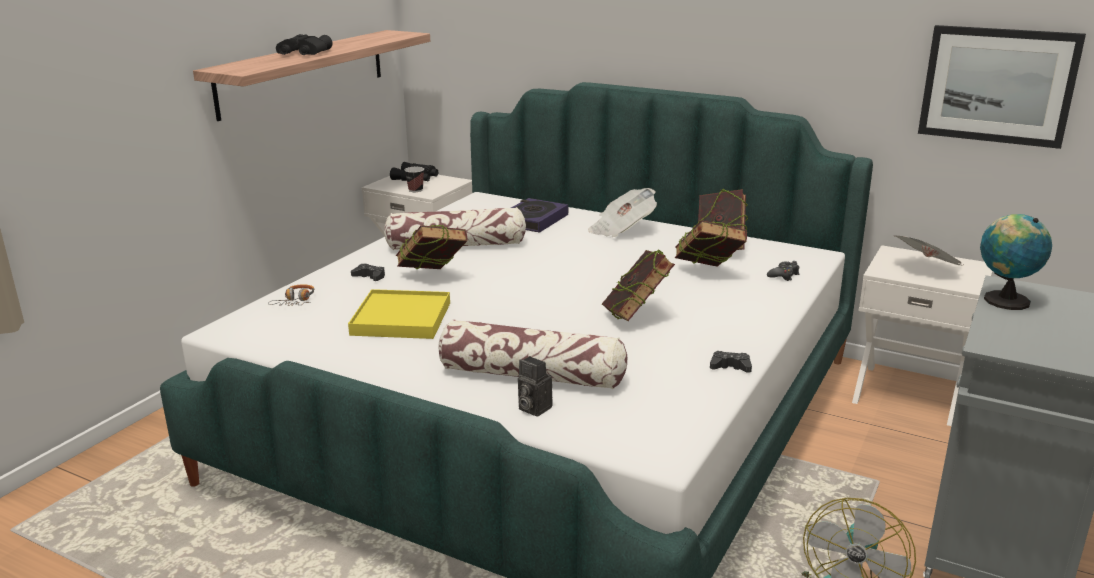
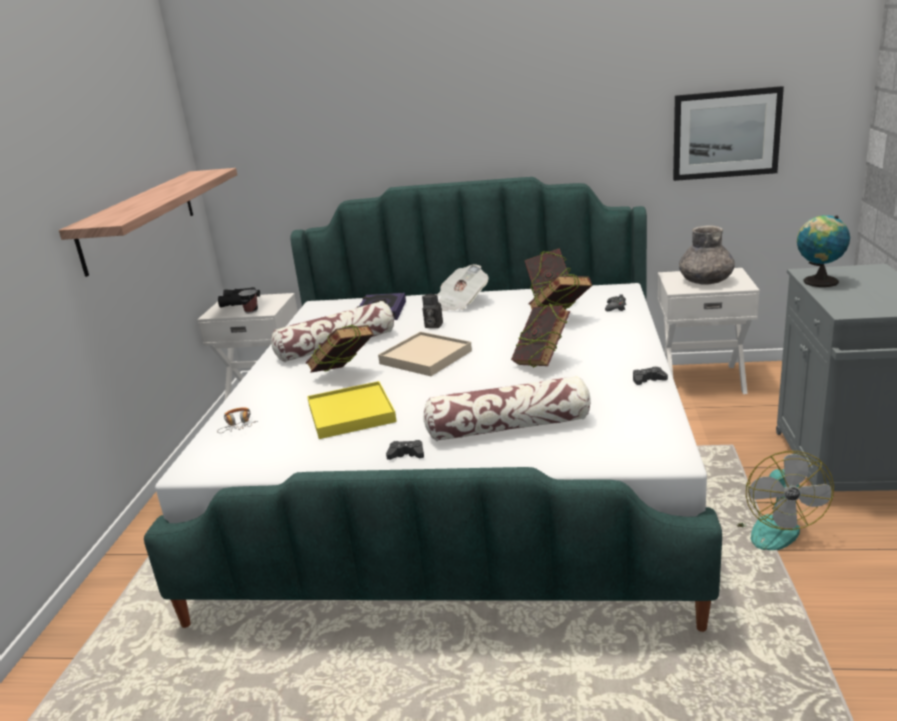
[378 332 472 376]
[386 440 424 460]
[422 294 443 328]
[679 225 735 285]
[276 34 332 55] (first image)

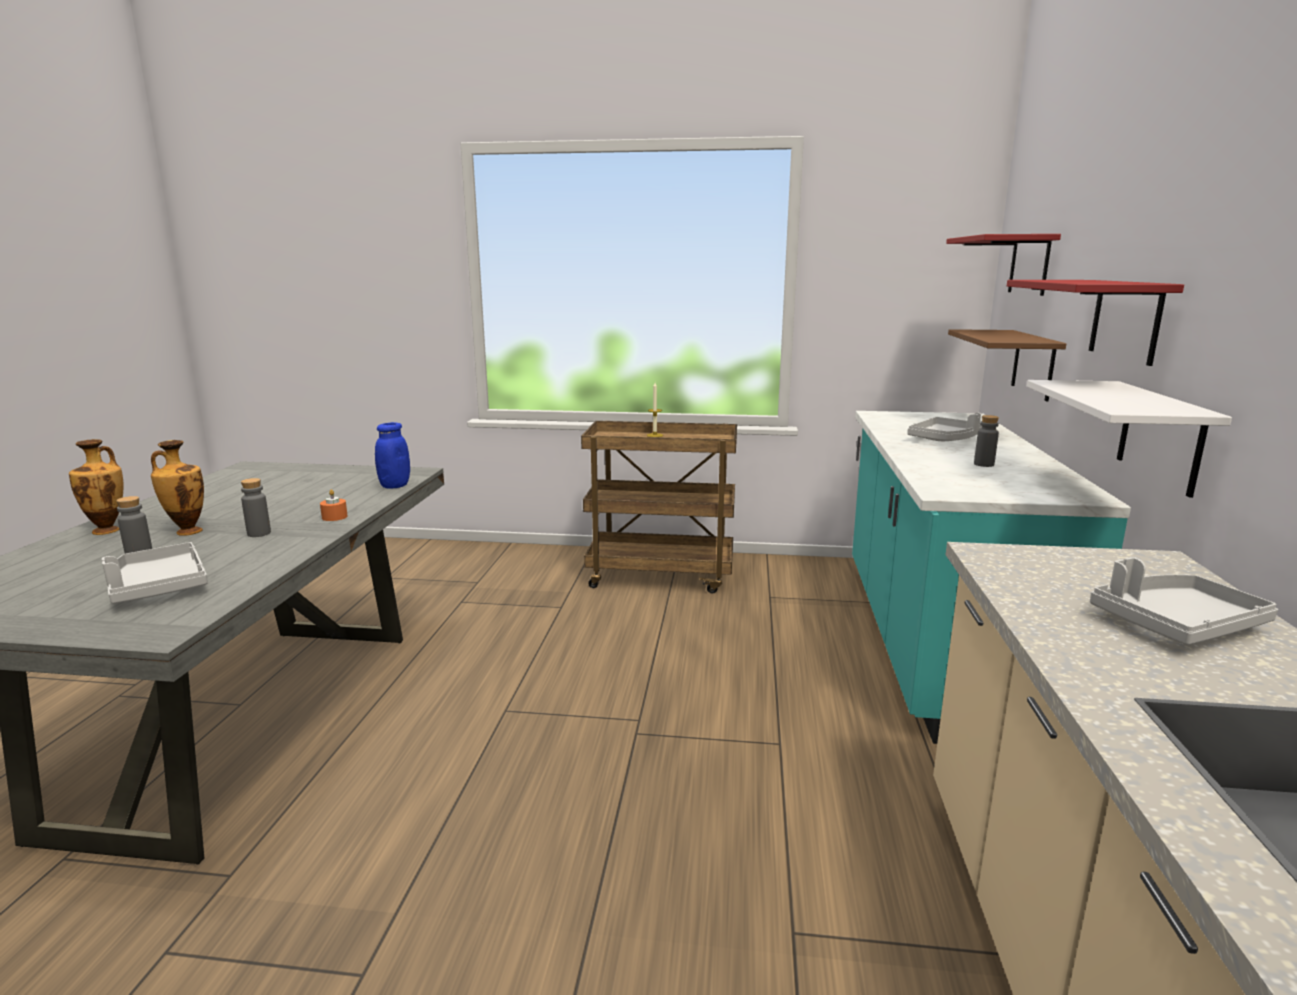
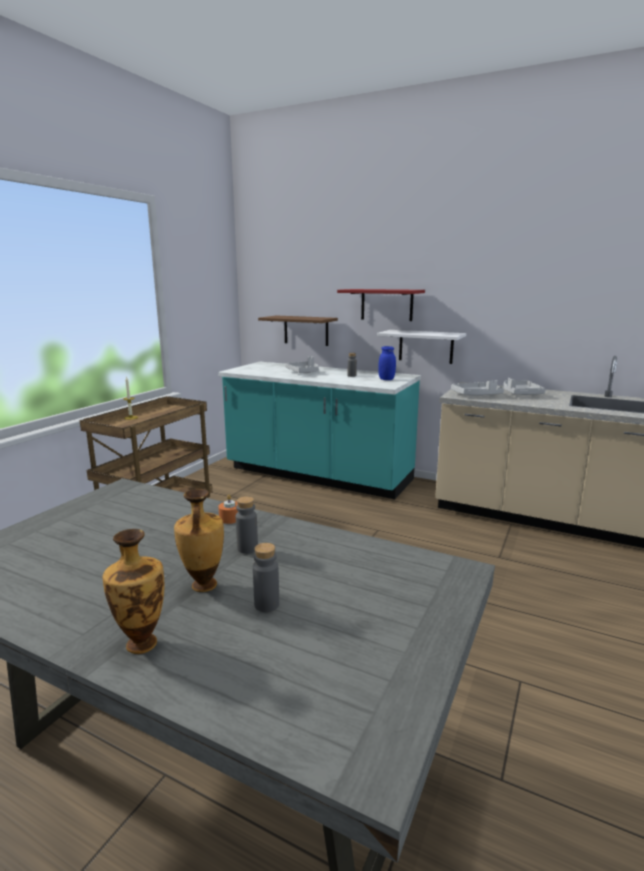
[378 346 396 380]
[451 380 504 396]
[946 234 1061 296] (first image)

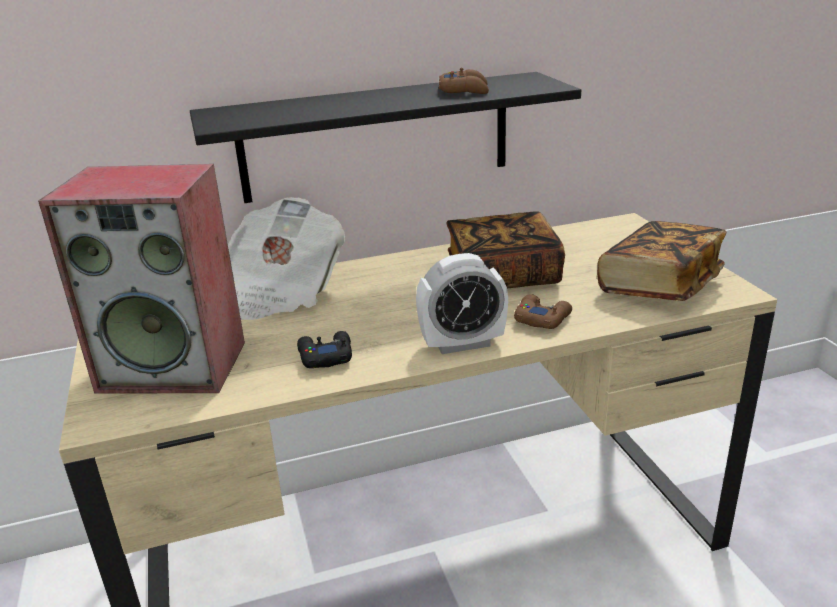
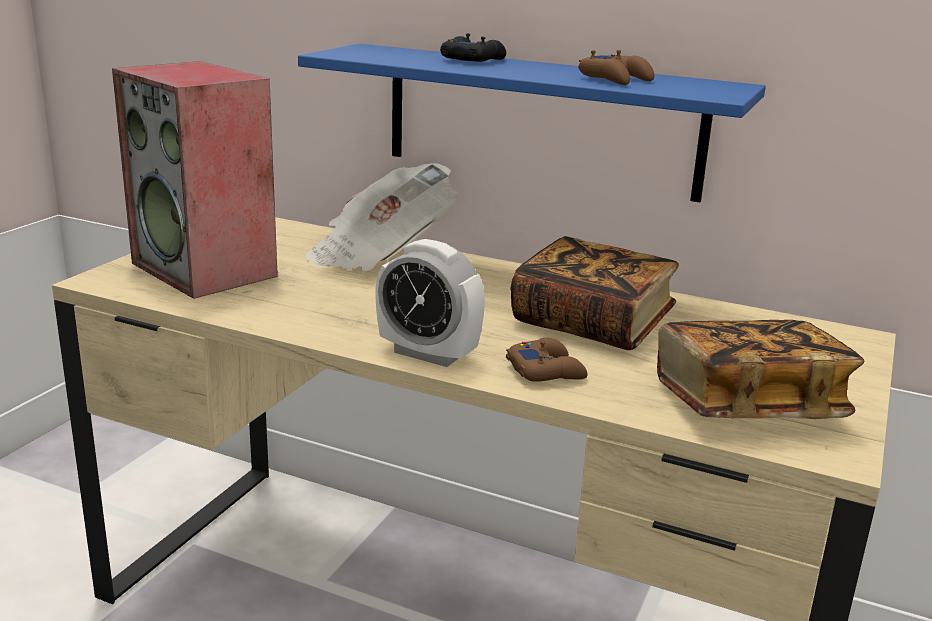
[298 44 766 202]
[440 34 506 62]

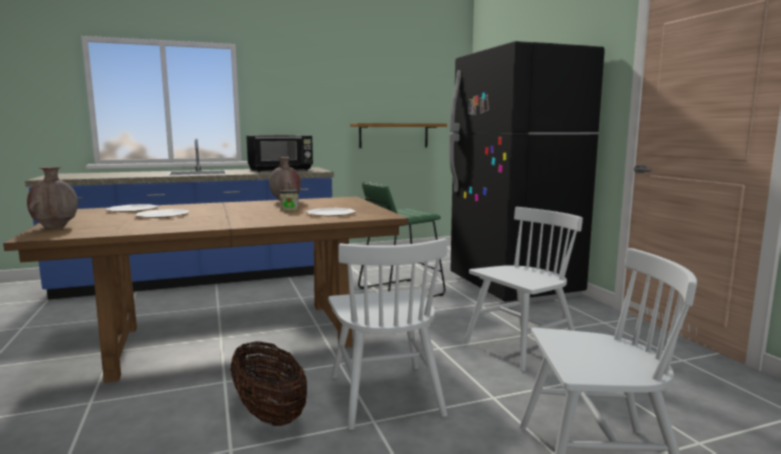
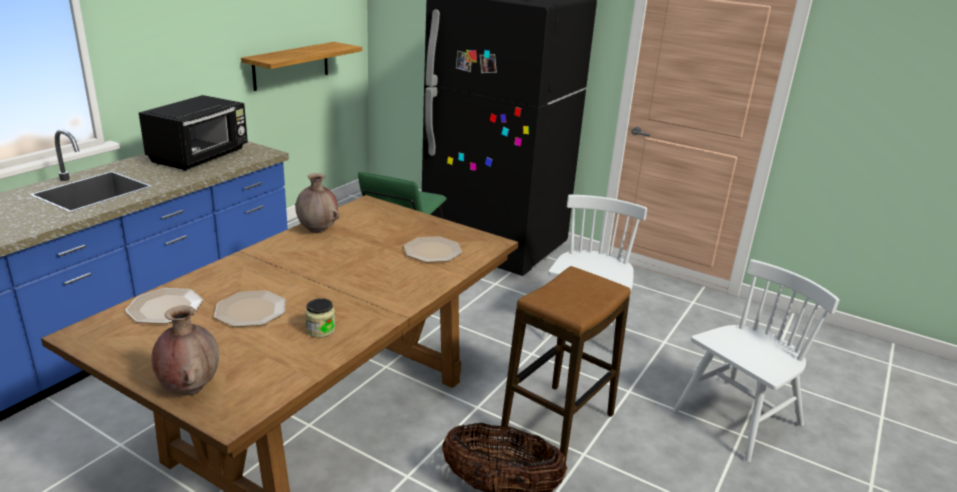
[305 298 335 338]
[500 266 631 461]

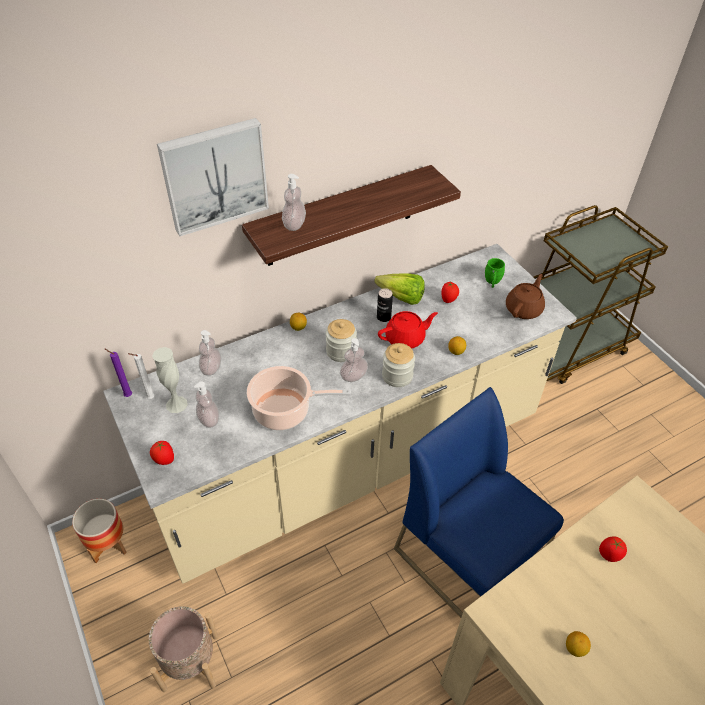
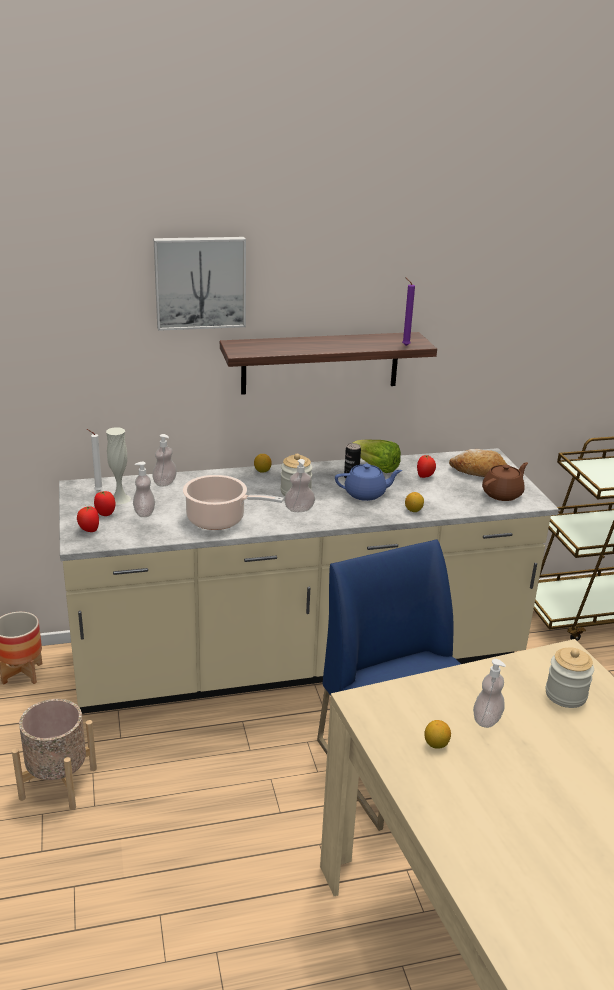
[94 491 115 516]
[335 464 402 501]
[402 277 415 346]
[449 449 507 477]
[473 659 506 728]
[546 648 594 708]

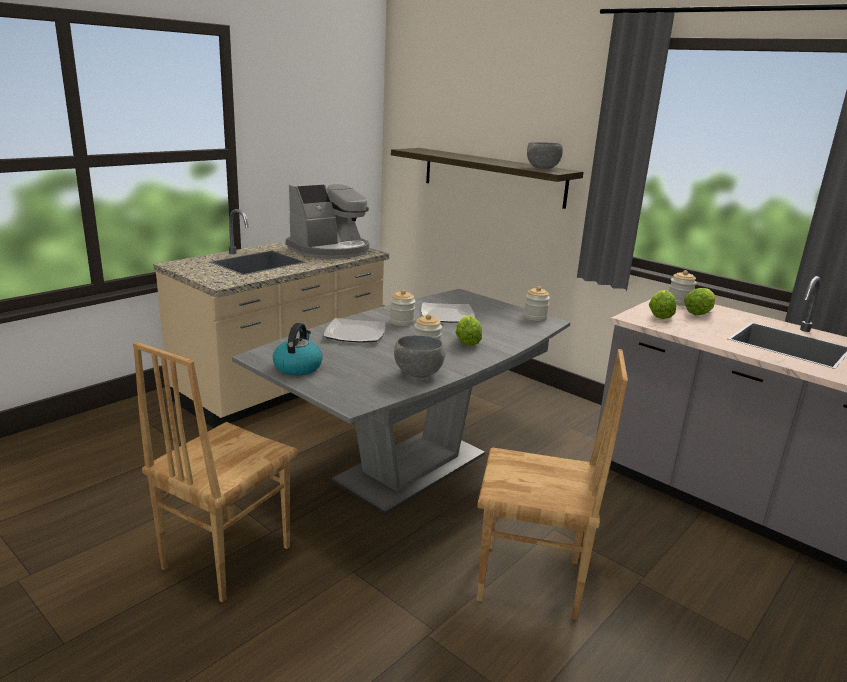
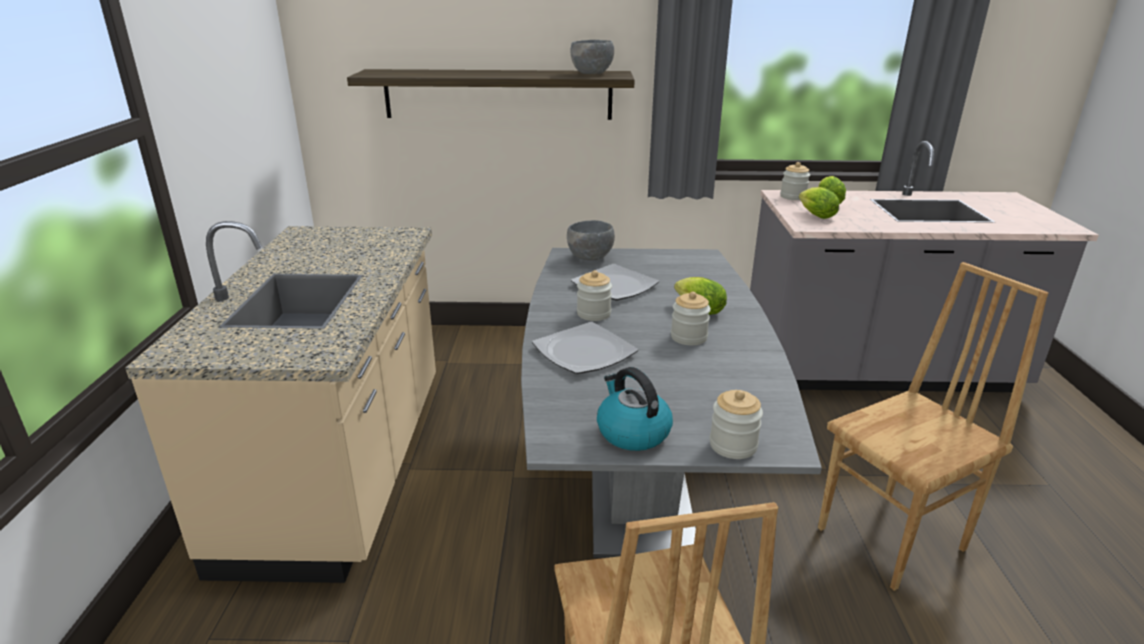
[567 220 615 260]
[710 390 763 459]
[286 182 369 259] (first image)

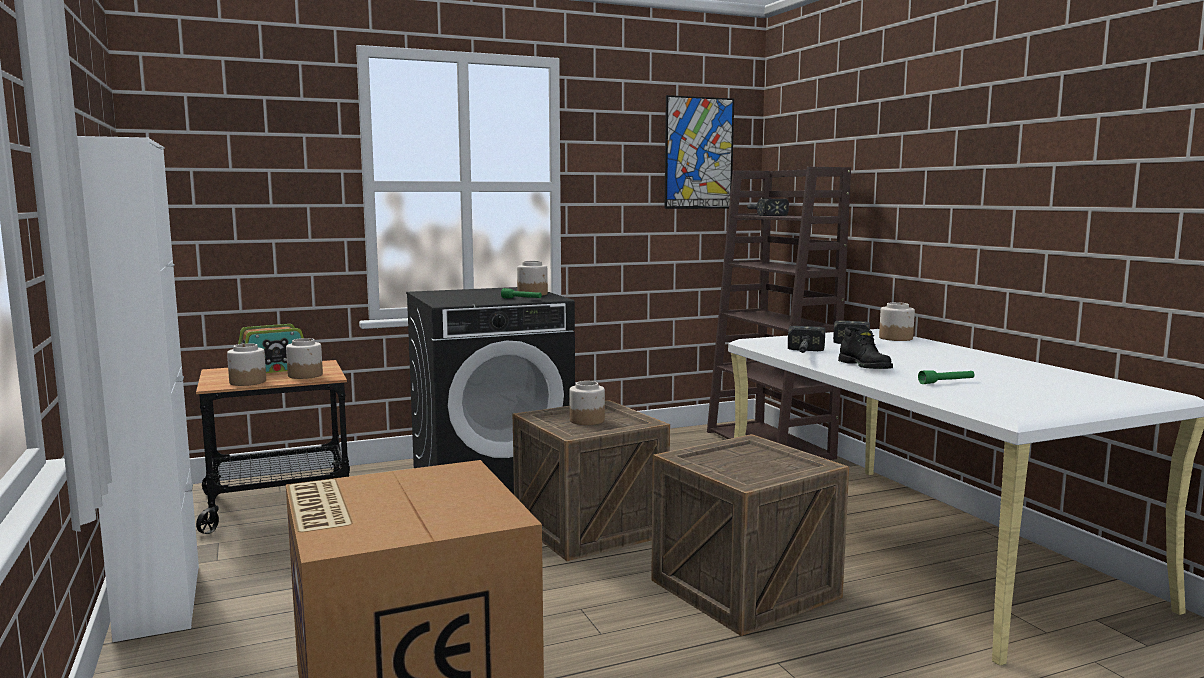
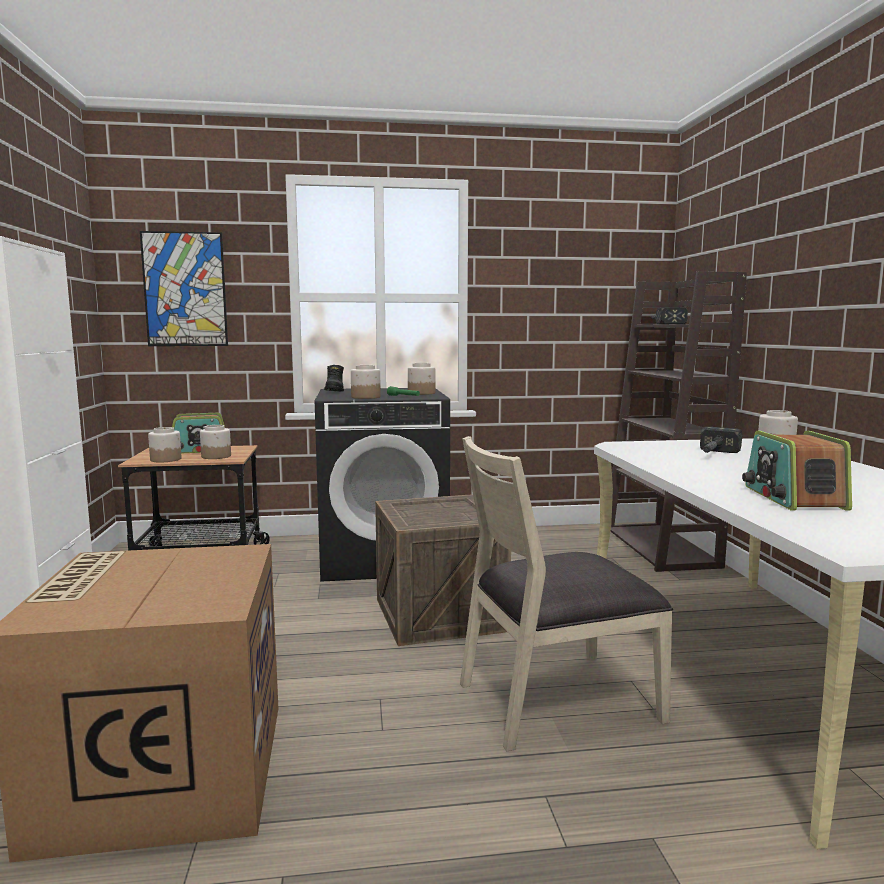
[140 231 228 346]
[324 365 344 392]
[351 365 381 399]
[460 436 673 752]
[742 431 852 511]
[788 326 825 353] (first image)

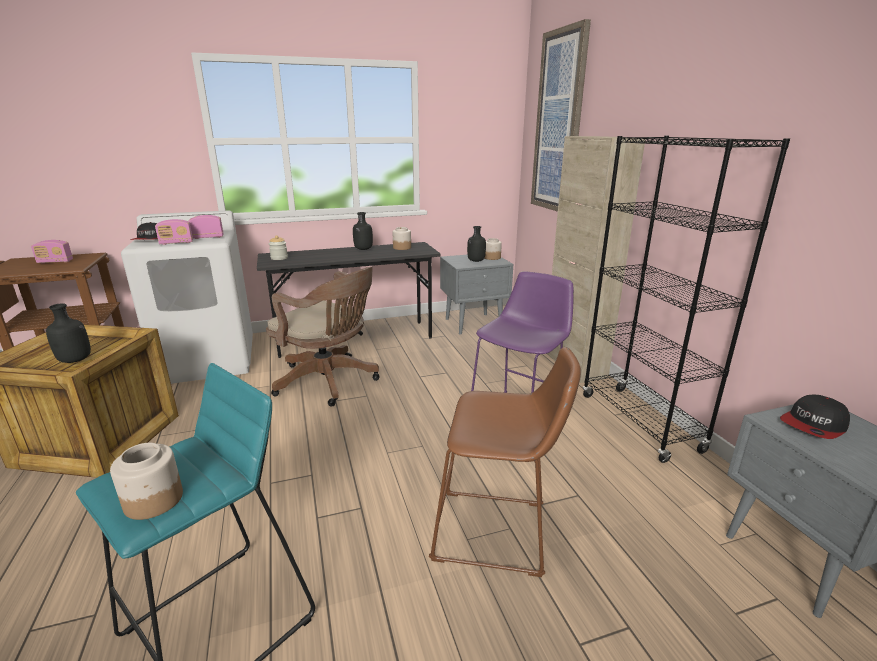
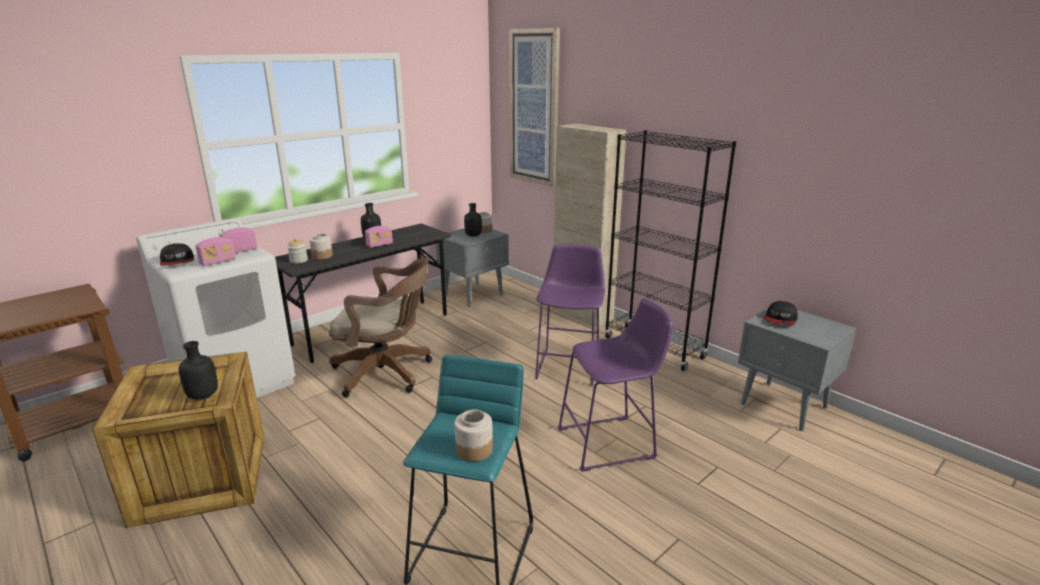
[309 234 333 260]
[365 226 393 248]
[558 298 673 472]

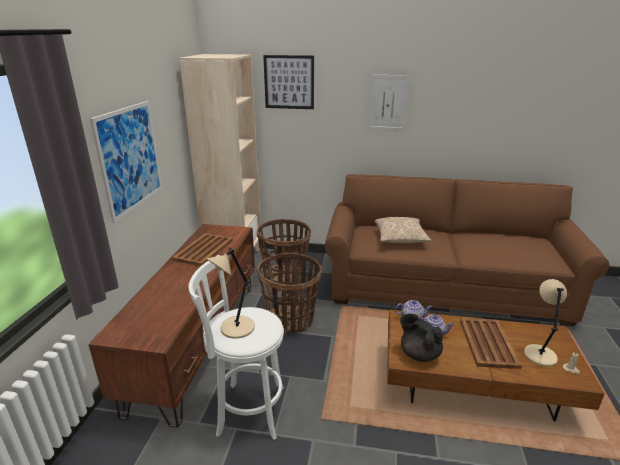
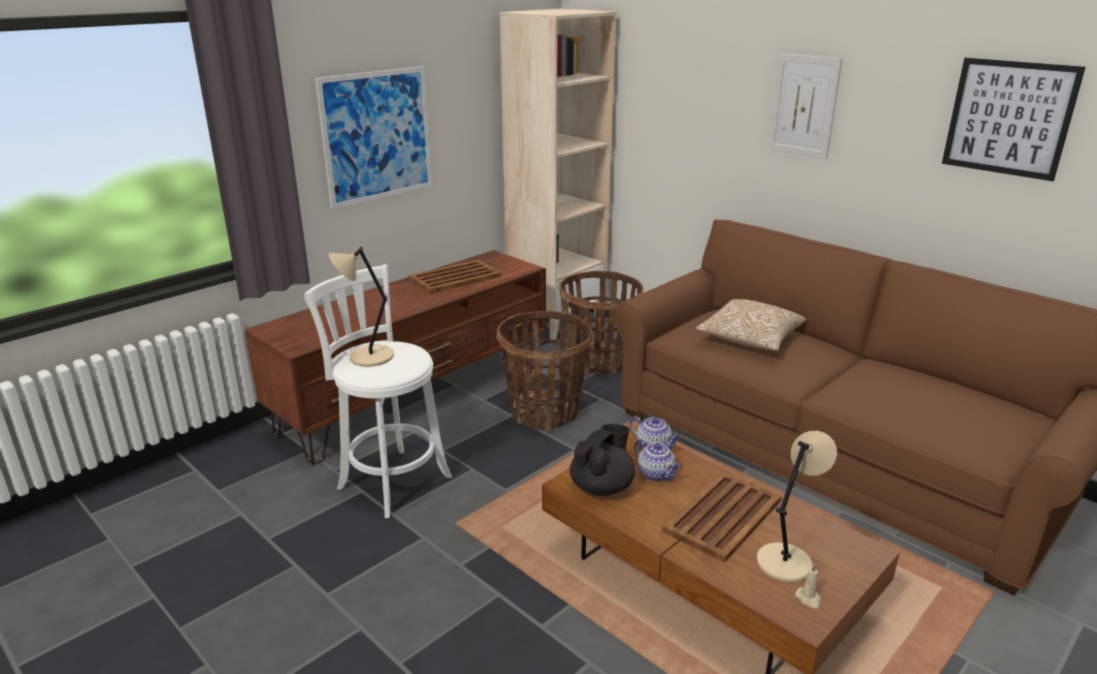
[570 424 635 496]
[942 58 1085 181]

